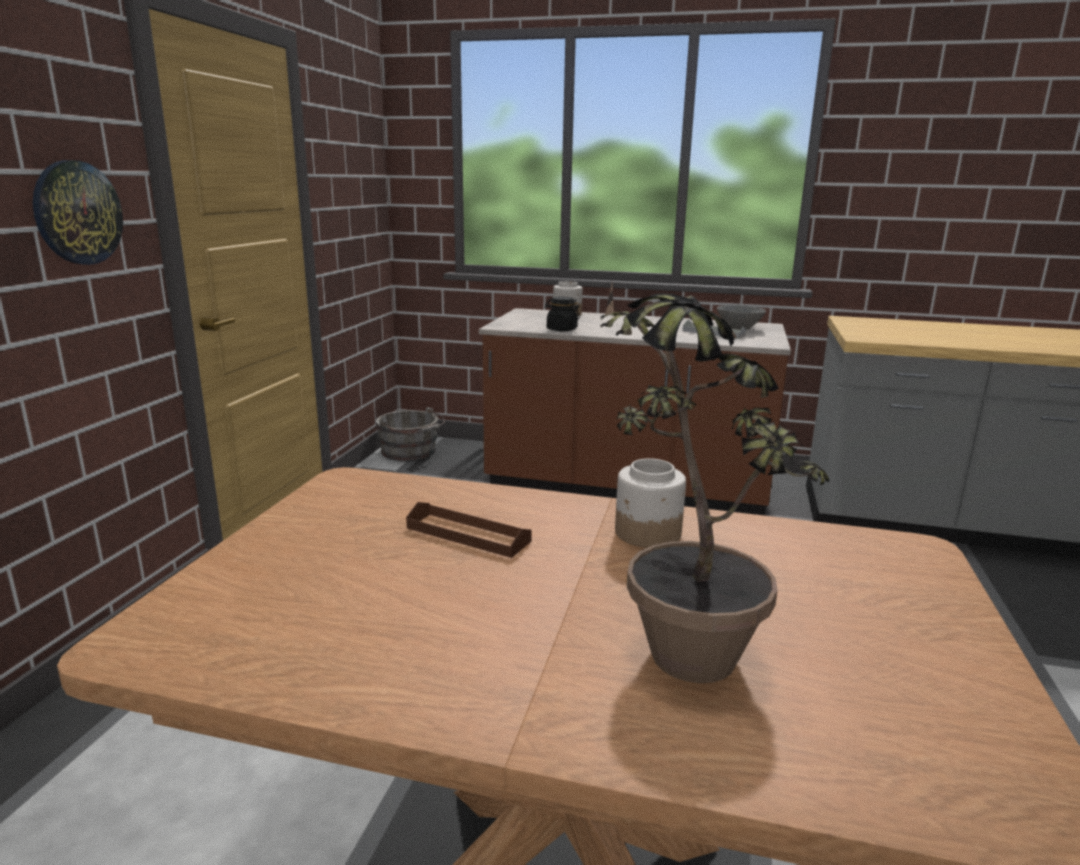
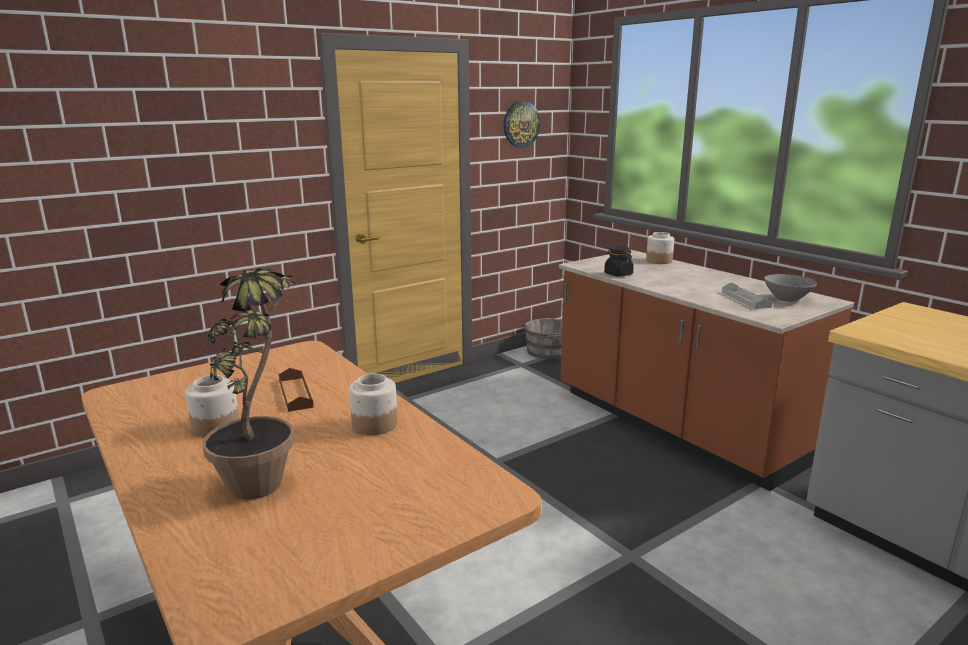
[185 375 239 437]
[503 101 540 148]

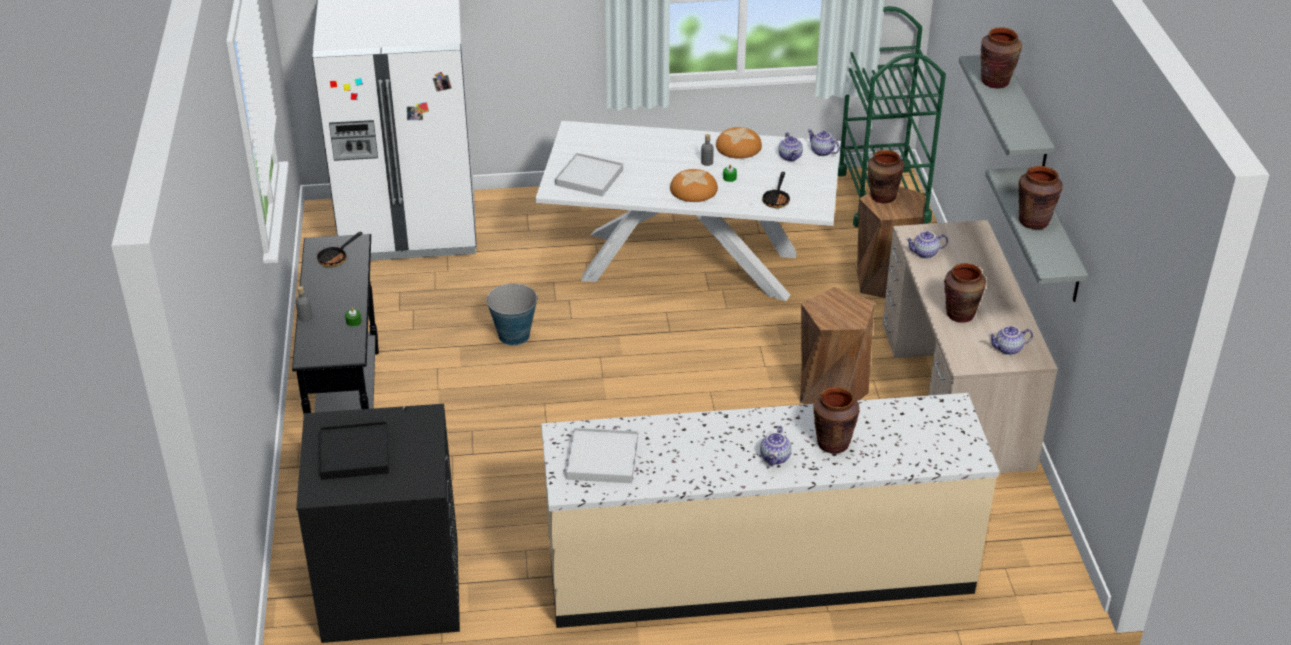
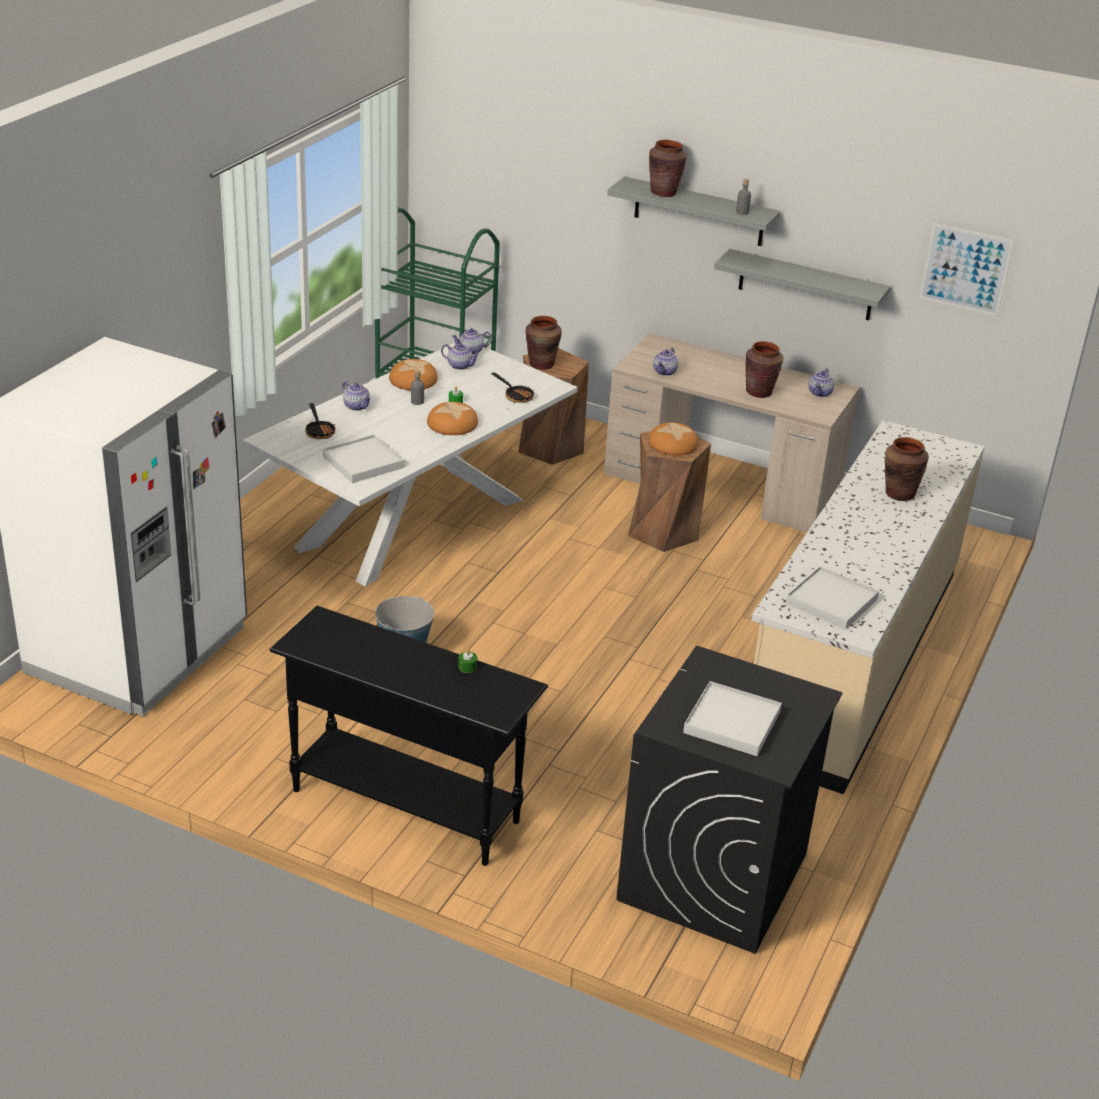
[305 403 335 439]
[342 381 371 411]
[648 422 698 456]
[683 681 782 756]
[736 179 751 215]
[919 223 1014 316]
[1018 166 1063 229] (first image)

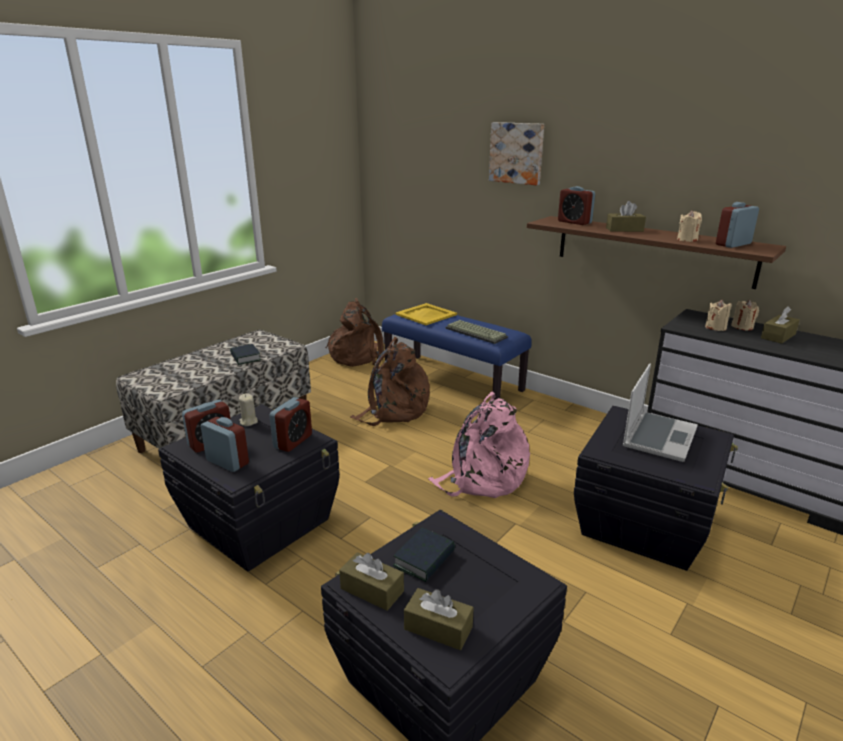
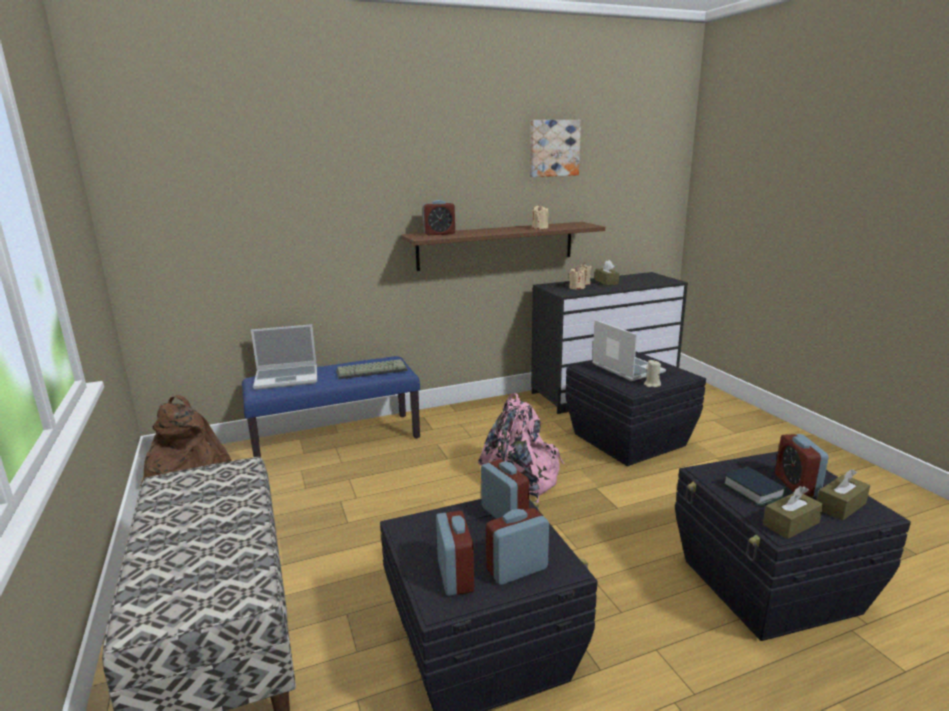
[251 324 317 390]
[530 120 581 177]
[644 360 661 387]
[775 434 829 497]
[230 344 261 365] (first image)
[350 337 430 426] (first image)
[606 201 646 232] (first image)

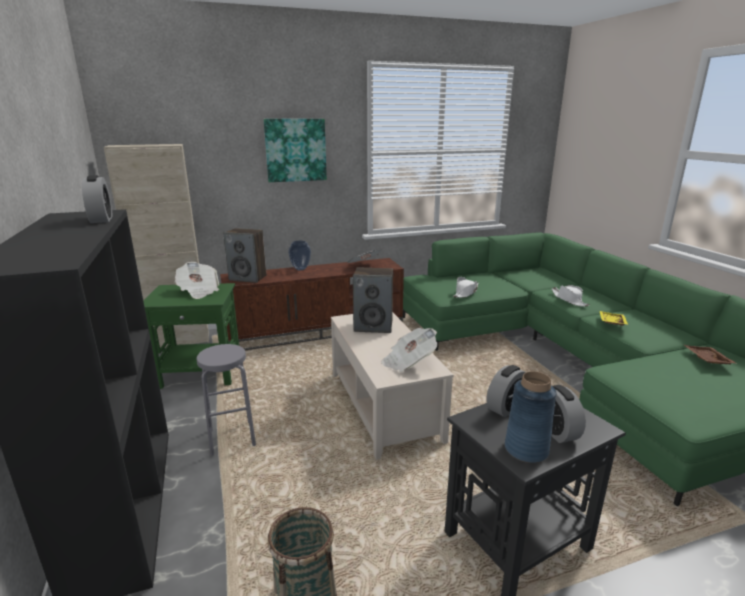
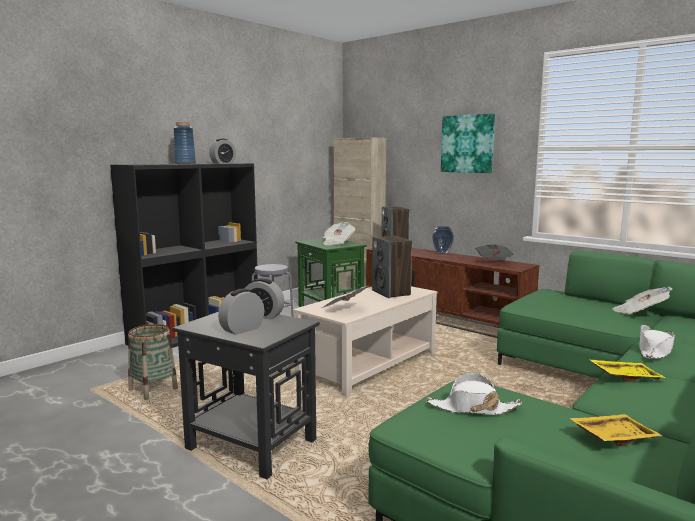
[173 122 196 164]
[426 372 522 415]
[569 414 663 446]
[612 287 673 314]

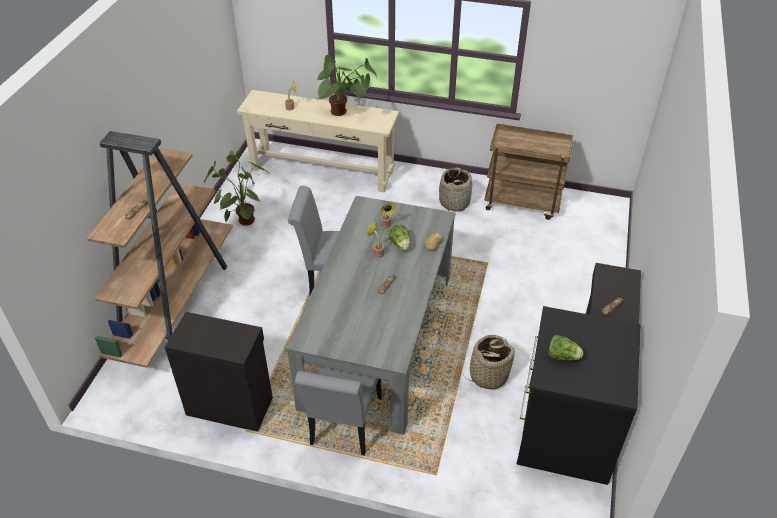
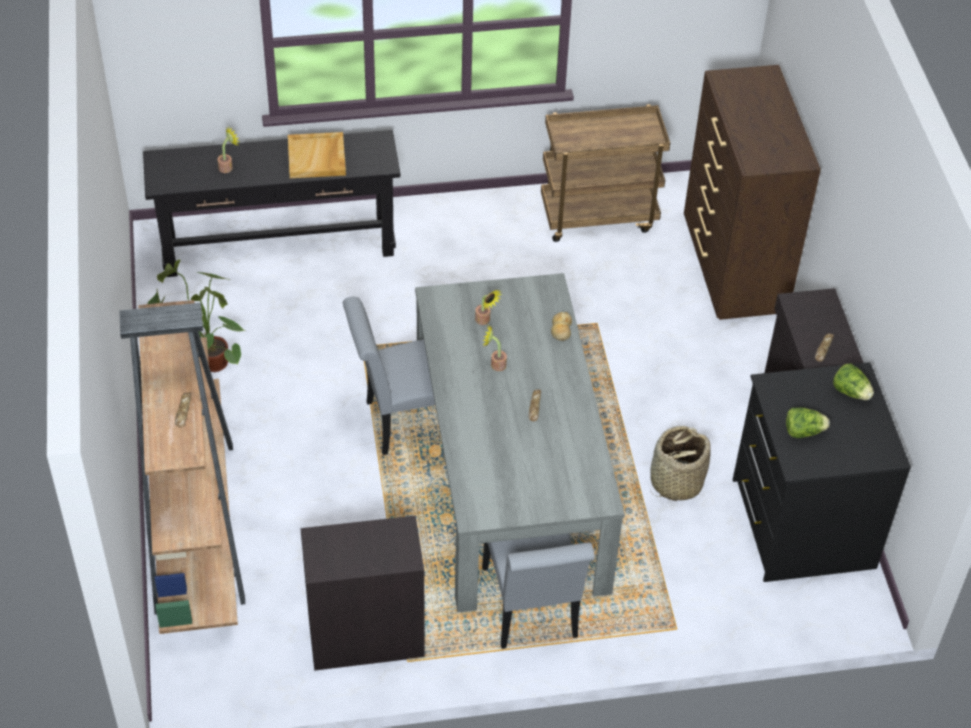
[143 130 400 277]
[288 132 346 178]
[684 65 821 320]
[833 364 874 400]
[439 167 472 212] (first image)

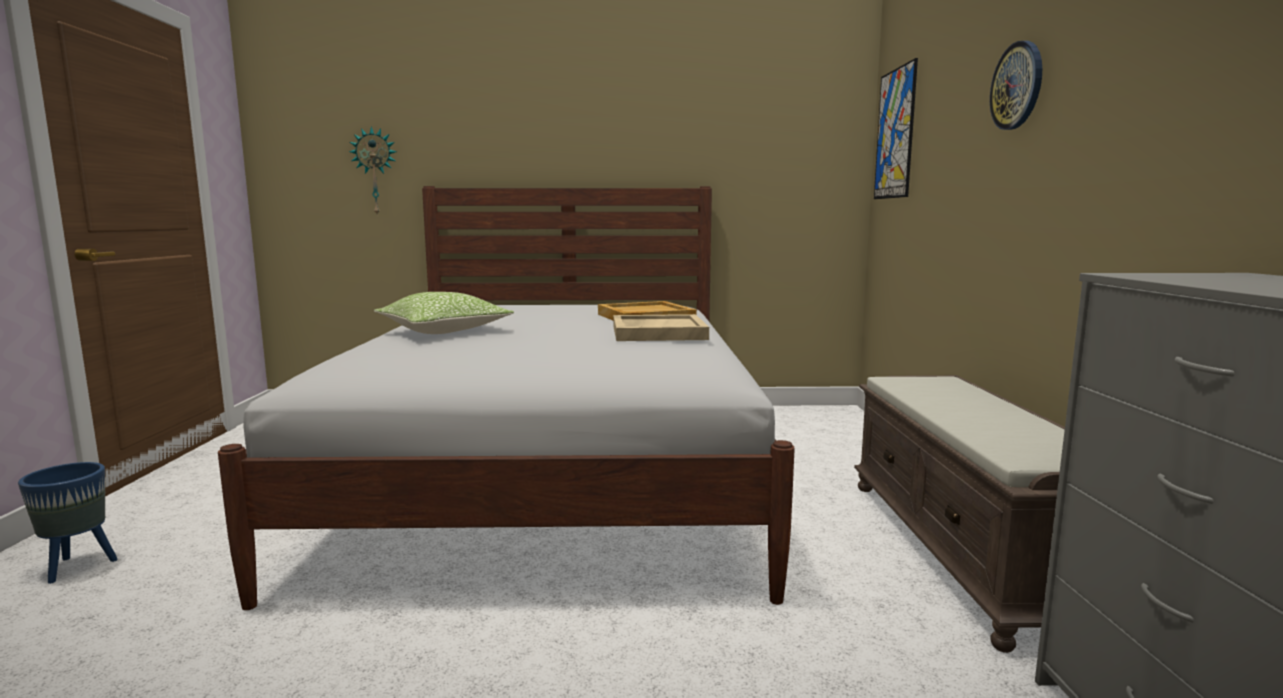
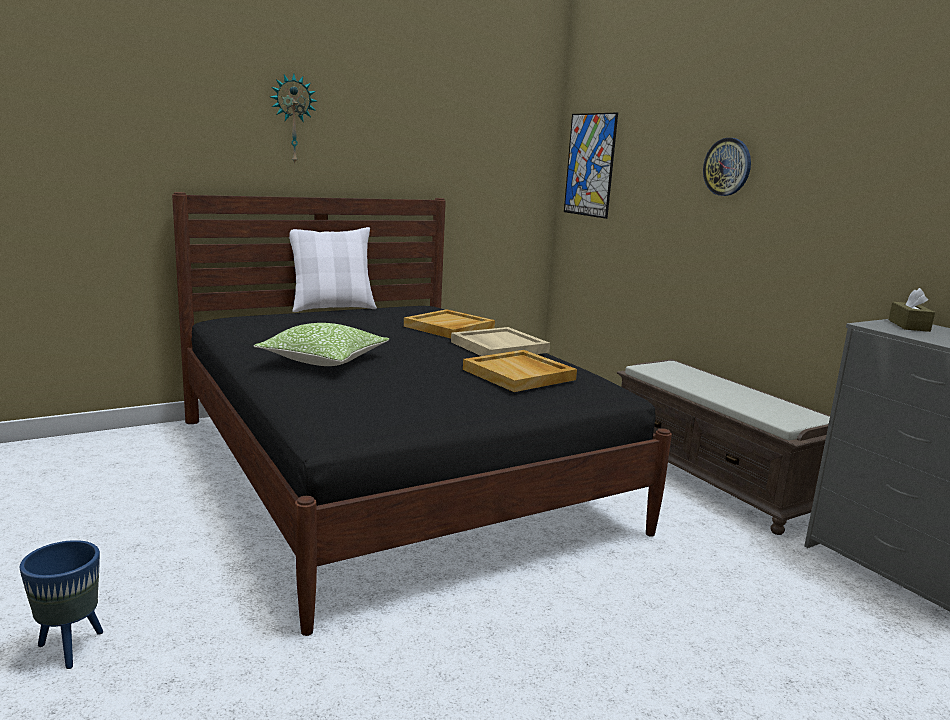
[172 192 672 636]
[271 73 316 165]
[289 227 377 312]
[463 350 577 392]
[889 288 935 332]

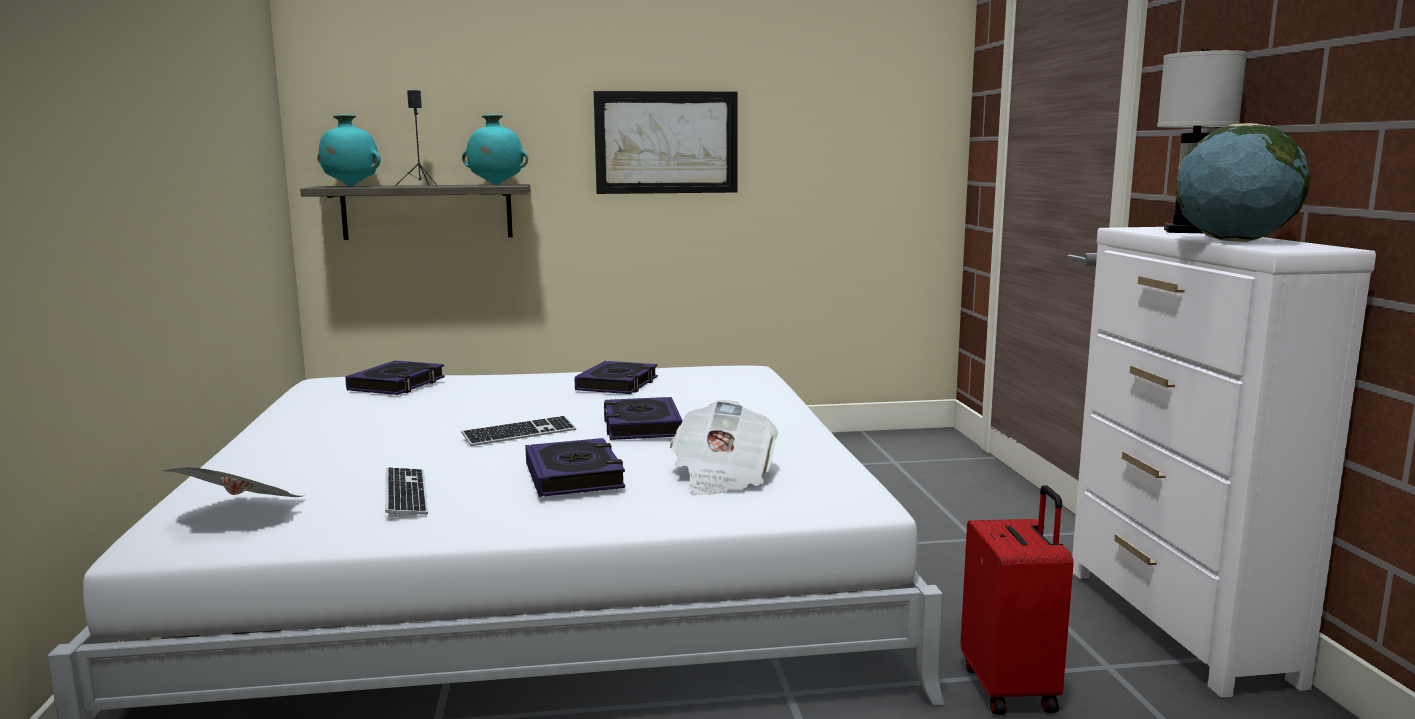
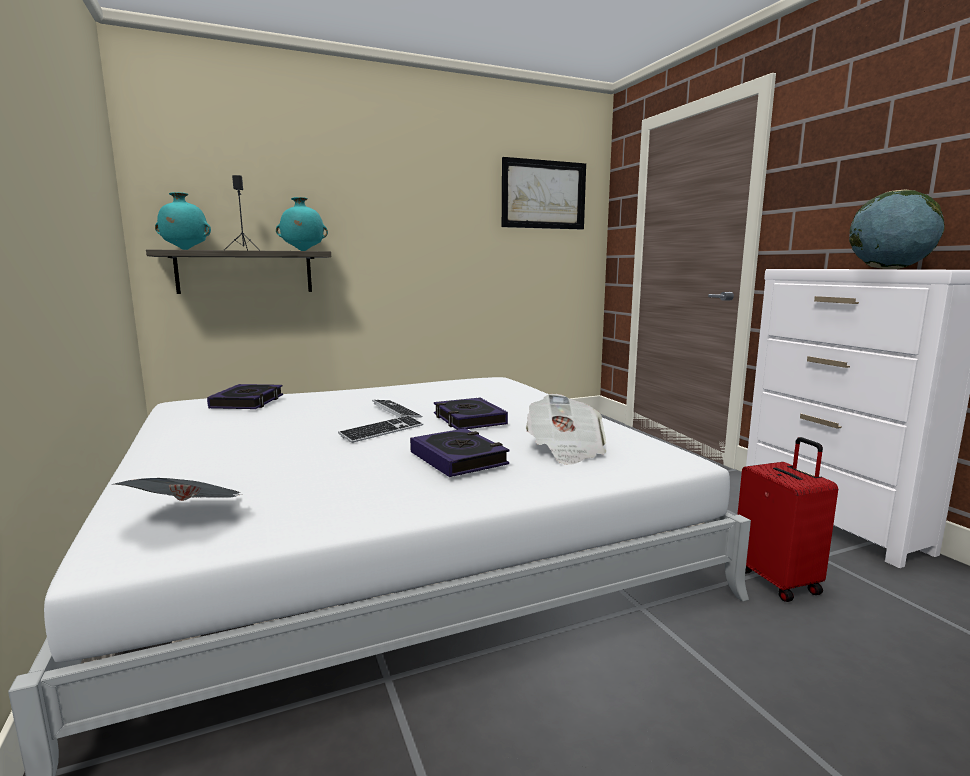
[372 400 422 418]
[502 157 586 230]
[575 361 658 394] (first image)
[1157 49 1247 233] (first image)

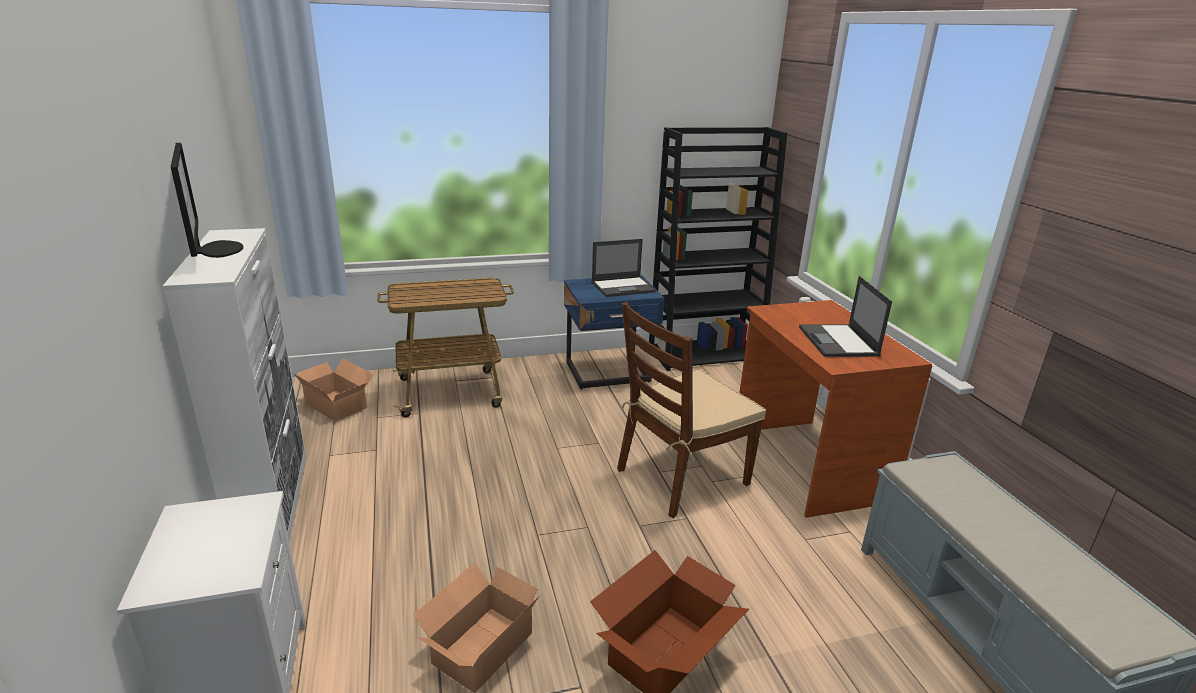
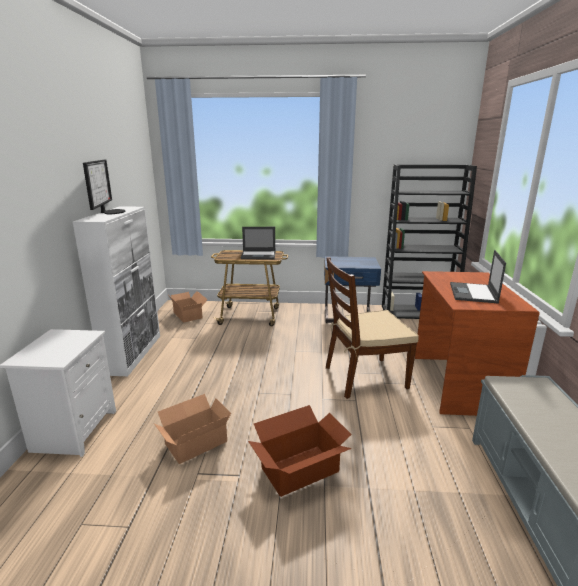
[241 227 275 259]

